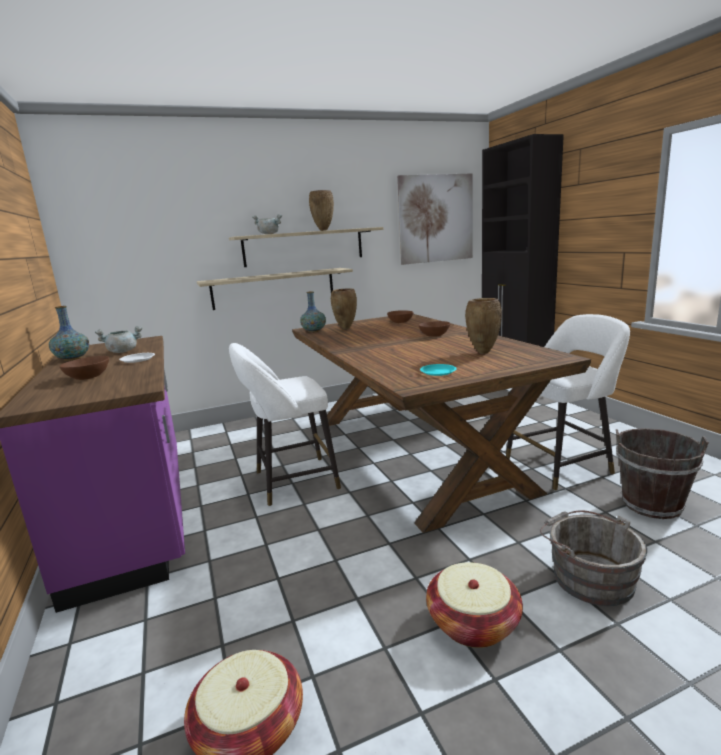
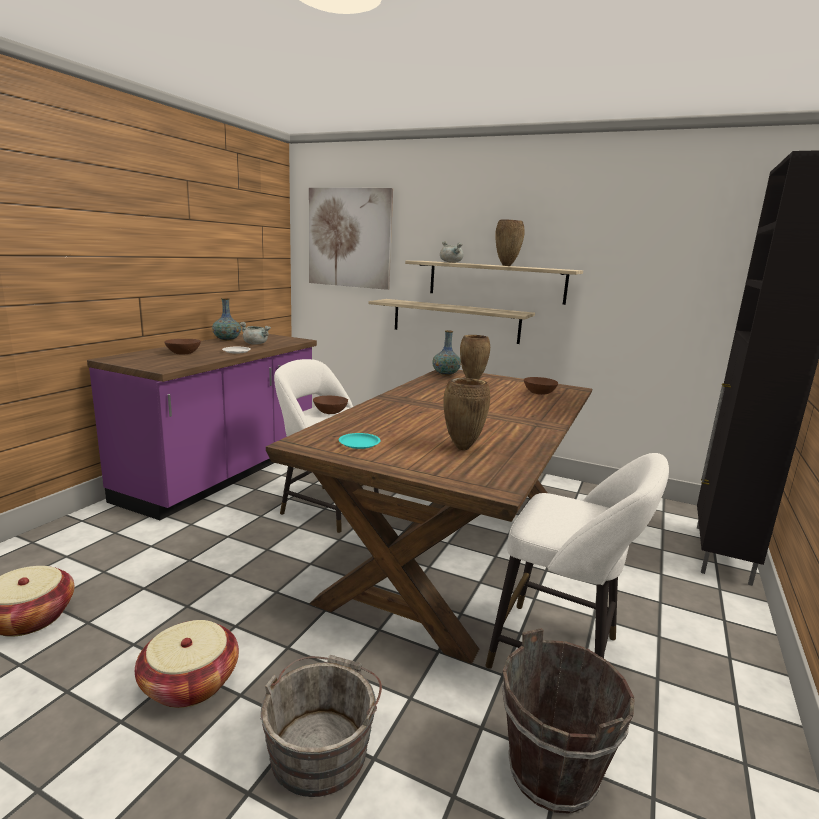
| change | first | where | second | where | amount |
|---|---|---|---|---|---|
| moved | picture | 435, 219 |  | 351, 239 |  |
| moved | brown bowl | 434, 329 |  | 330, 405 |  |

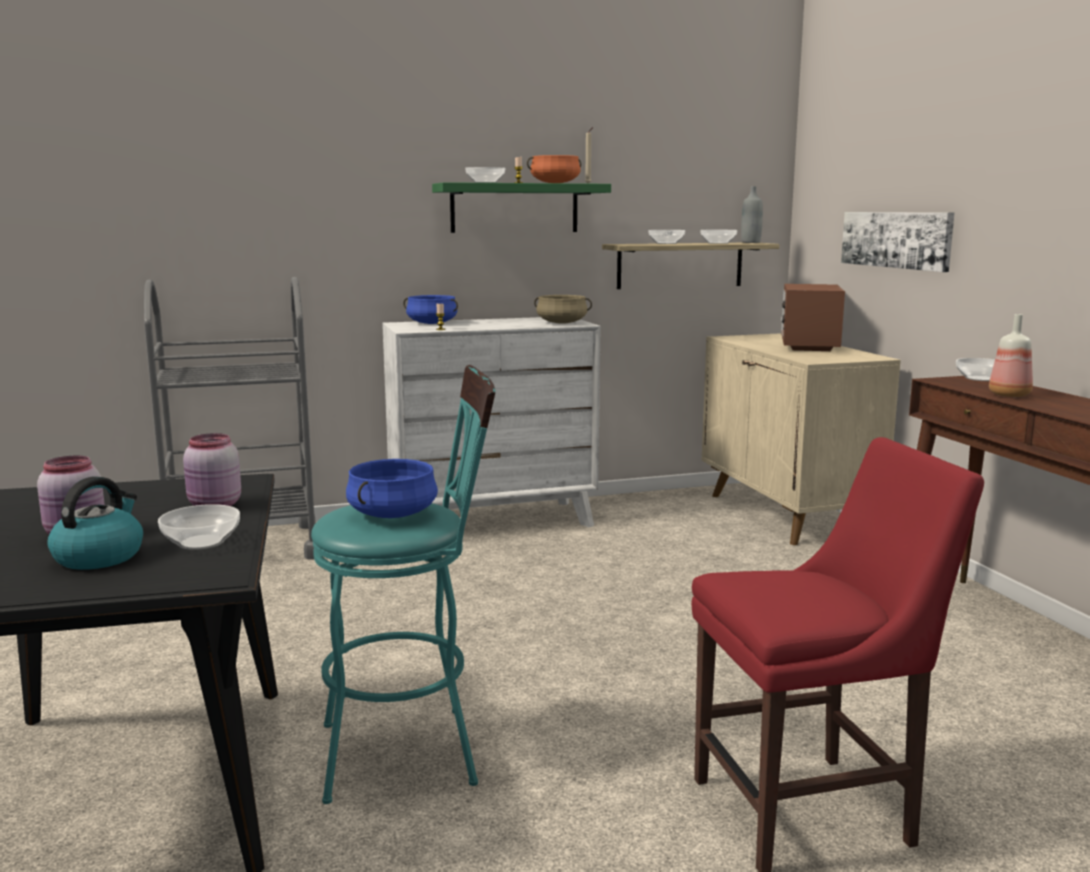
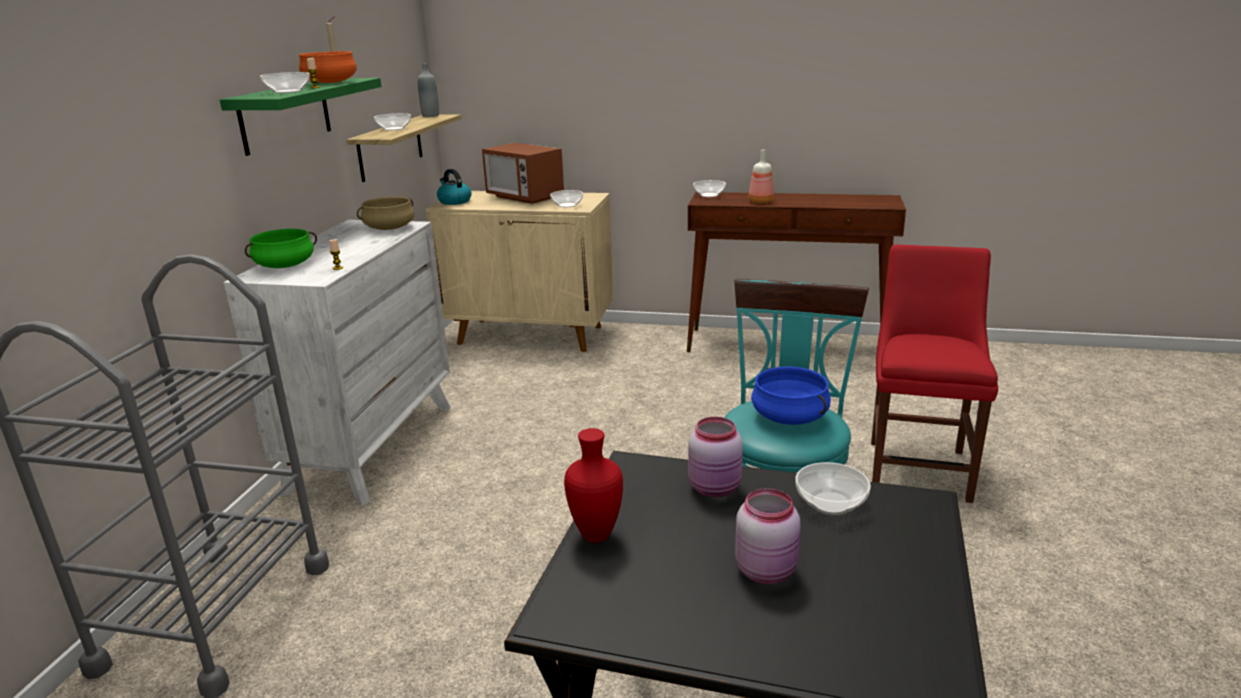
| change | first | where | second | where | amount |
|---|---|---|---|---|---|
| recoloured | blue cooking pot | 430, 309 | green cooking pot | 281, 248 |  |
| moved | kettle | 95, 523 |  | 454, 187 |  |
| moved | bowl | 718, 237 |  | 566, 198 |  |
| added |  |  | red vase | 593, 485 |  |
| removed | picture | 898, 242 |  |  |  |

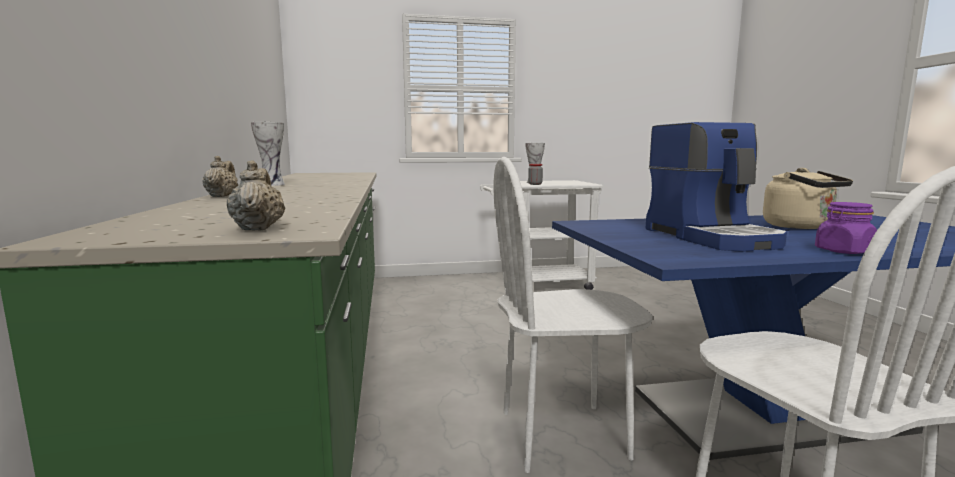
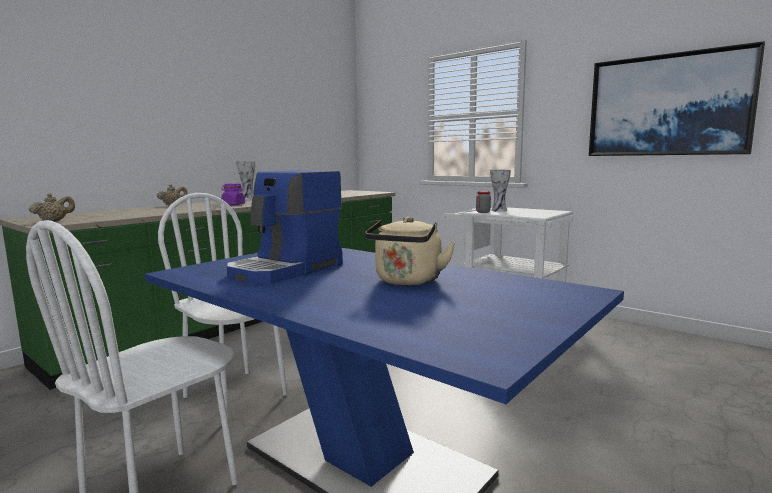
| change | first | where | second | where | amount |
|---|---|---|---|---|---|
| moved | purple jar | 846, 228 |  | 233, 194 |  |
| added |  |  | picture | 677, 98 |  |

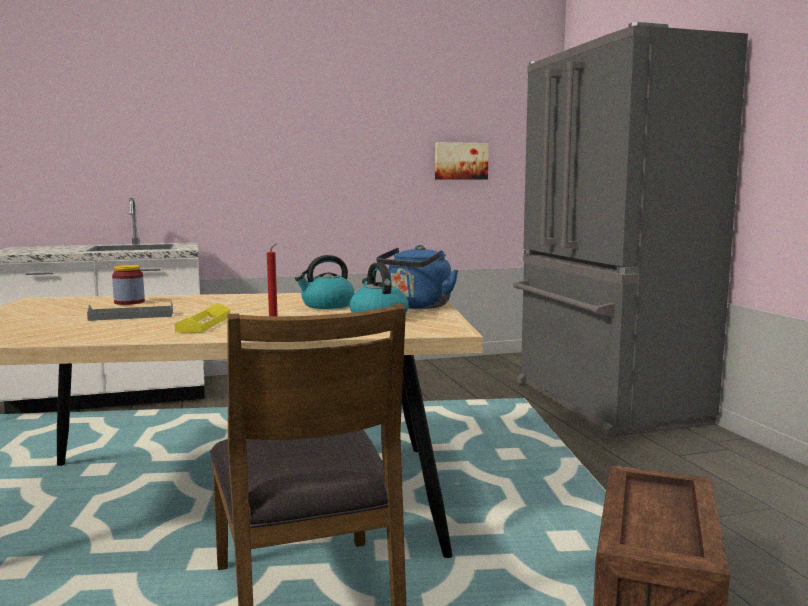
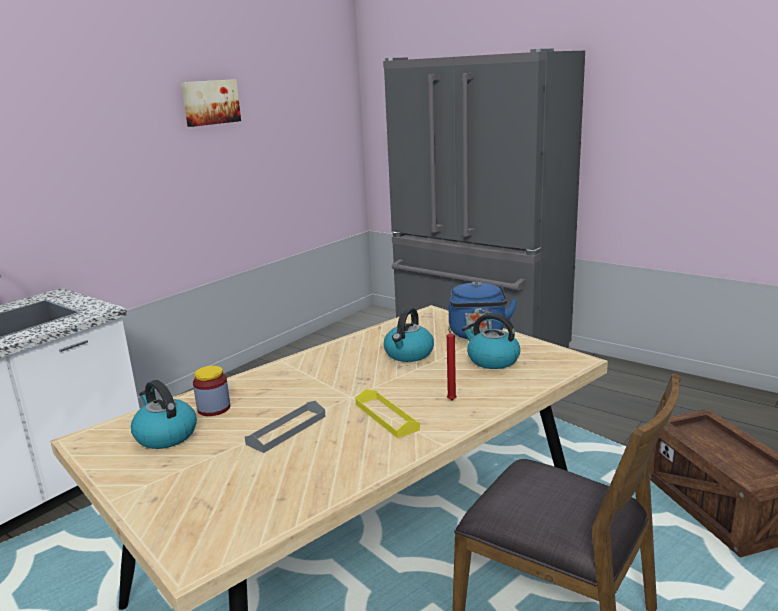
| change | first | where | second | where | amount |
|---|---|---|---|---|---|
| added |  |  | kettle | 164, 414 |  |
| moved | picture | 462, 161 |  | 211, 103 |  |

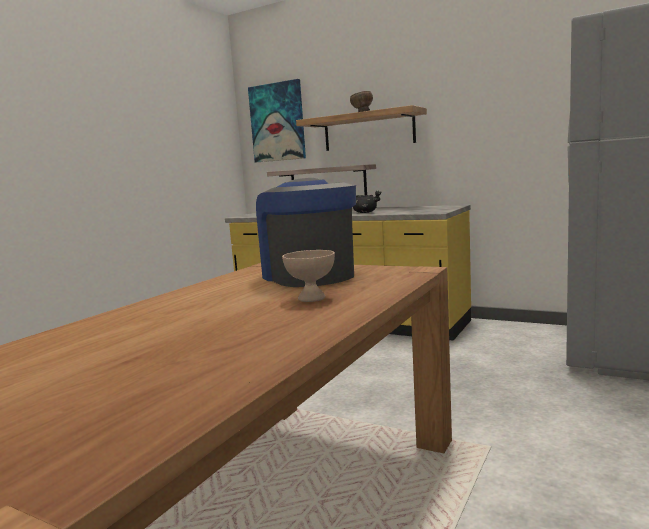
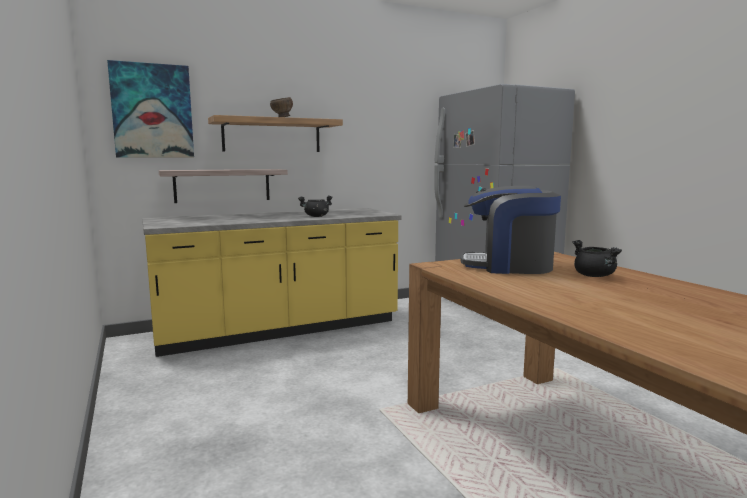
| change | first | where | second | where | amount |
|---|---|---|---|---|---|
| replaced | beige bowl | 308, 276 | black cooking pot | 597, 258 |  |

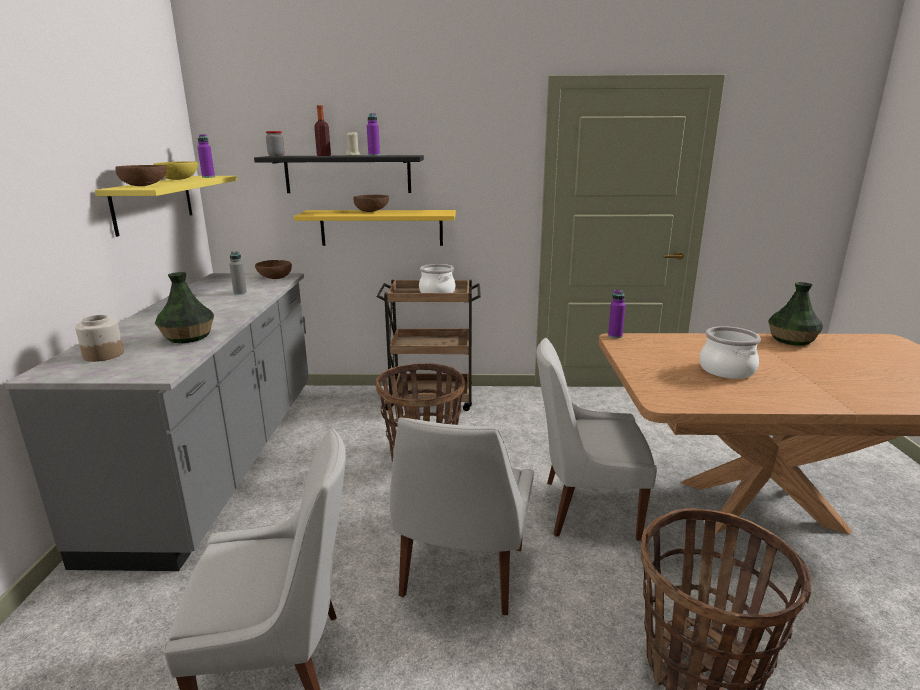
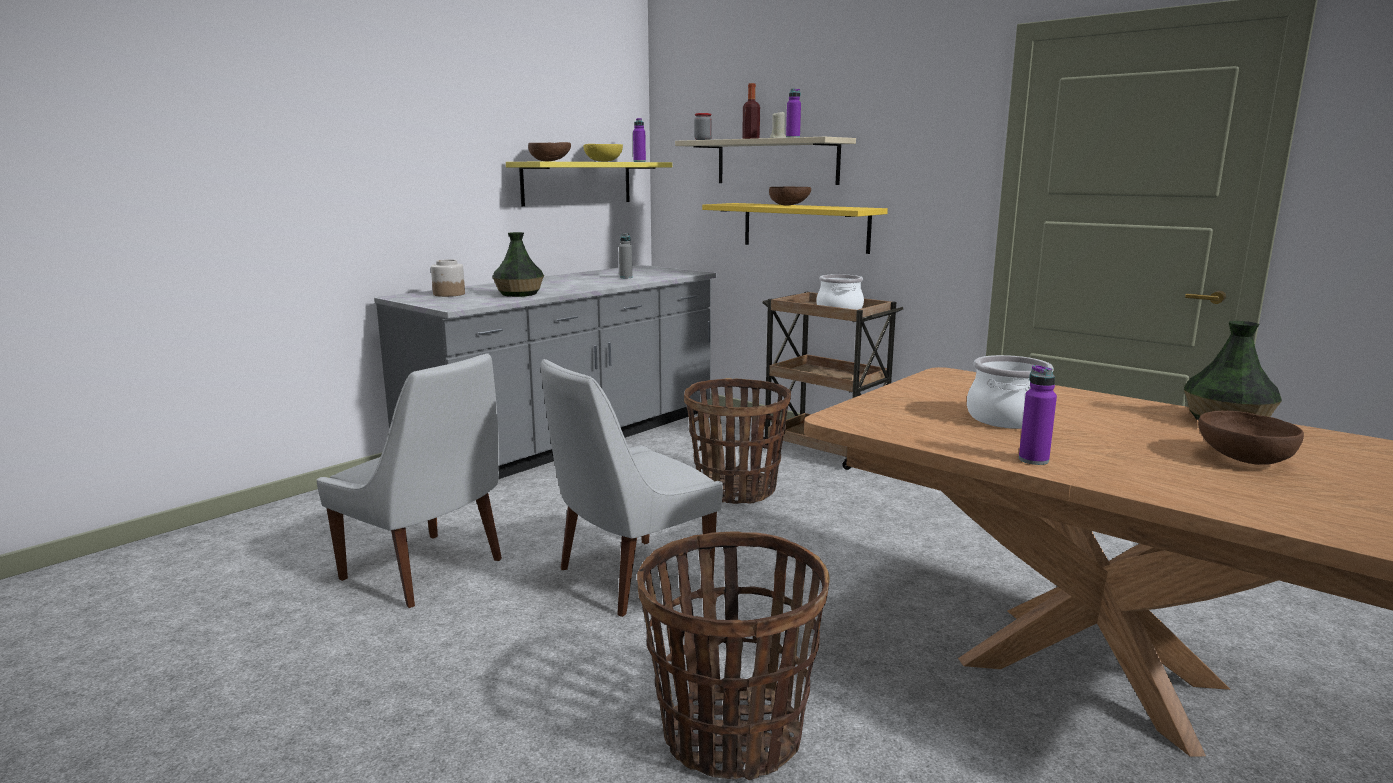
| change | first | where | second | where | amount |
|---|---|---|---|---|---|
| recoloured | black shelf | 339, 174 | beige shelf | 765, 161 |  |
| moved | purple bottle | 617, 314 |  | 1038, 415 |  |
| moved | brown bowl | 273, 269 |  | 1251, 438 |  |
| removed | white chair | 596, 439 |  |  |  |

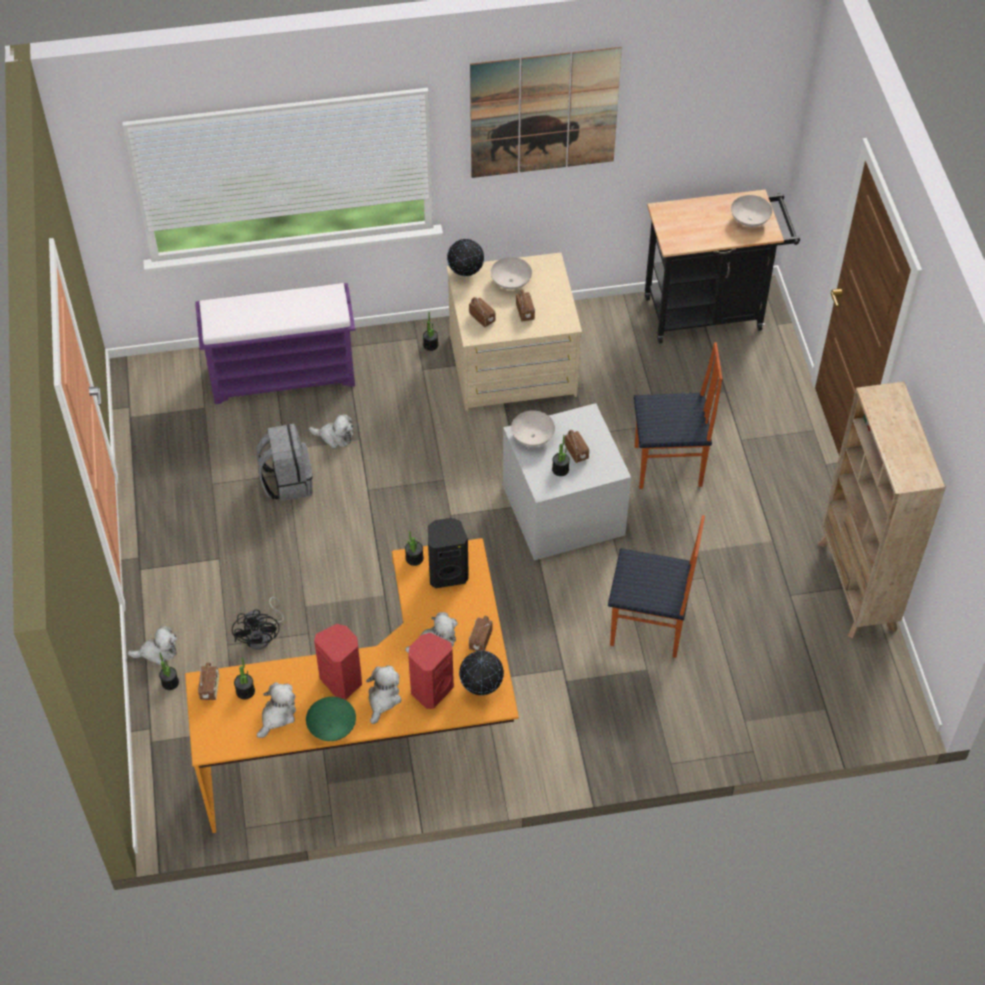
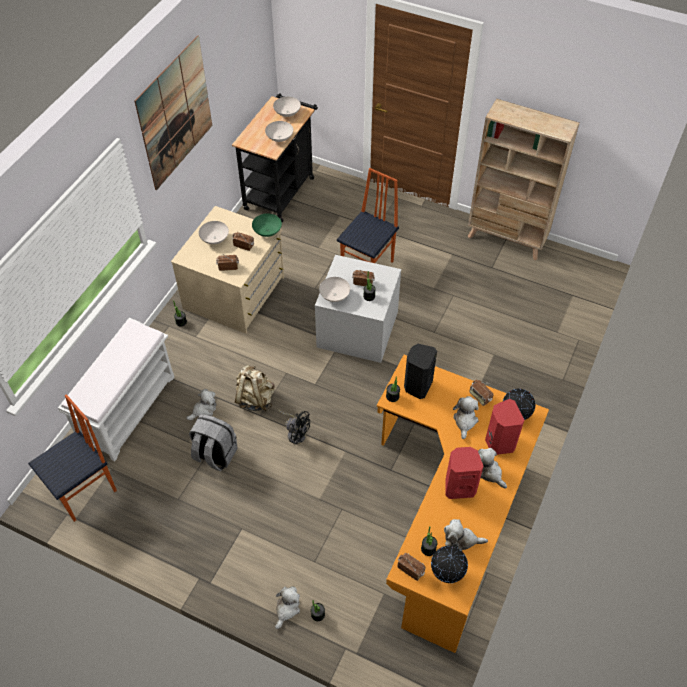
| change | first | where | second | where | amount |
|---|---|---|---|---|---|
| moved | chair | 656, 586 |  | 72, 458 |  |
| recoloured | purple bench | 275, 343 | white bench | 116, 390 |  |
| added |  |  | beige backpack | 254, 388 |  |
| moved | green bowl | 331, 719 |  | 267, 225 |  |
| added |  |  | white bowl | 279, 131 |  |
| moved | black fan | 258, 623 |  | 294, 427 |  |
| moved | globe | 465, 257 |  | 449, 564 |  |
| turned | plush toy | 276, 710 |  | 466, 535 | 60 degrees counterclockwise |

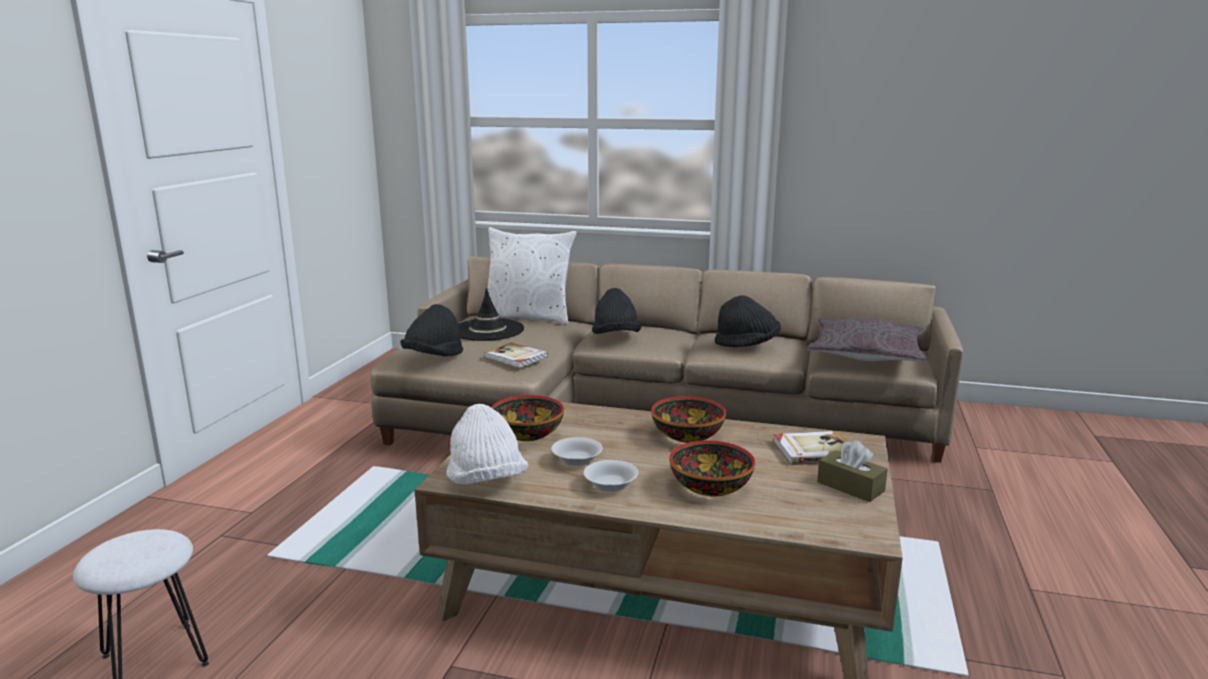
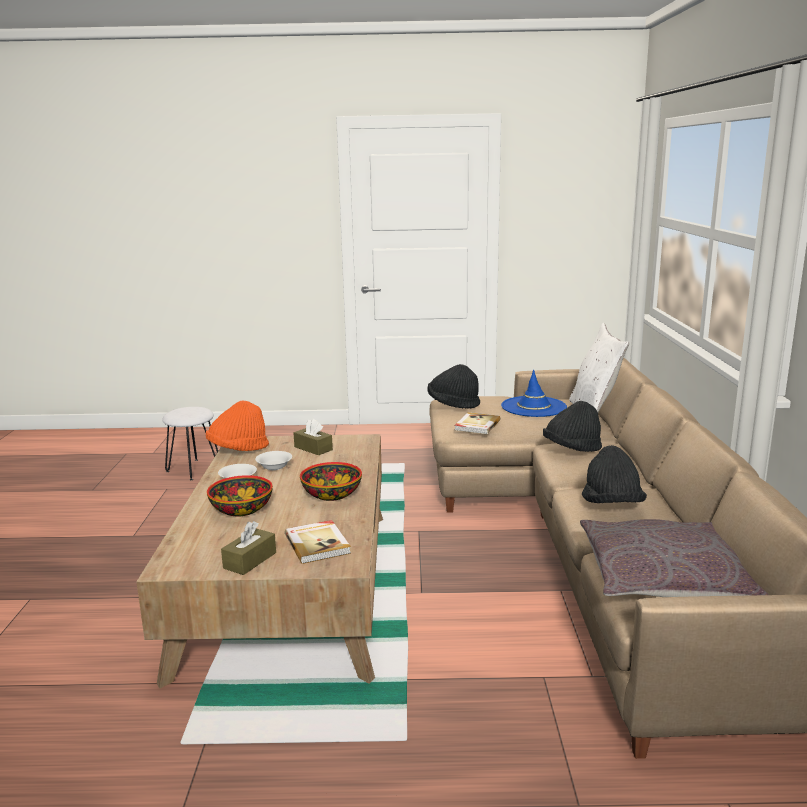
| change | first | where | second | where | amount |
|---|---|---|---|---|---|
| recoloured | white hat | 487, 444 | orange hat | 237, 425 |  |
| replaced | bowl | 527, 418 | brown tissue box | 313, 437 |  |
| recoloured | black hat | 491, 314 | blue hat | 534, 393 |  |

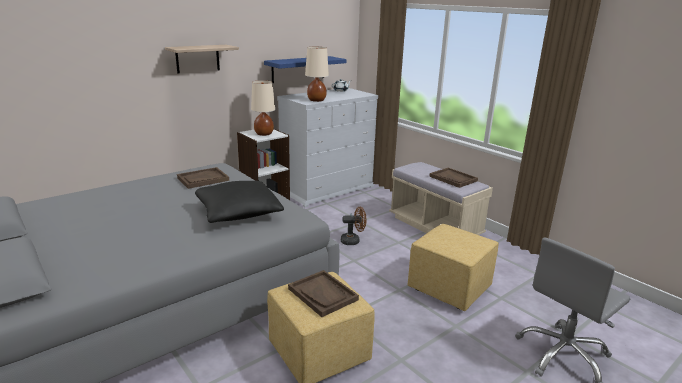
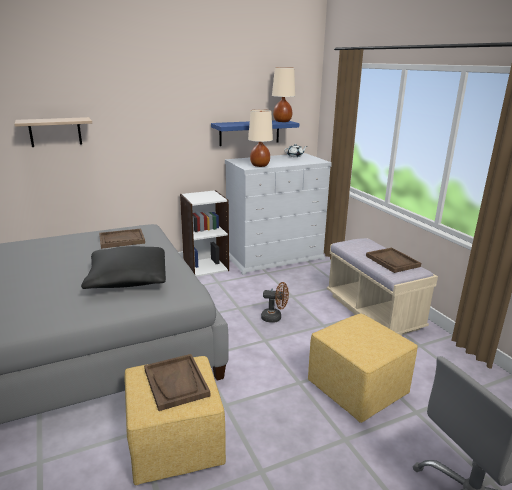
| change | first | where | second | where | amount |
|---|---|---|---|---|---|
| moved | shelf | 202, 59 |  | 53, 132 |  |
| moved | beige table lamp | 263, 108 |  | 283, 94 |  |

